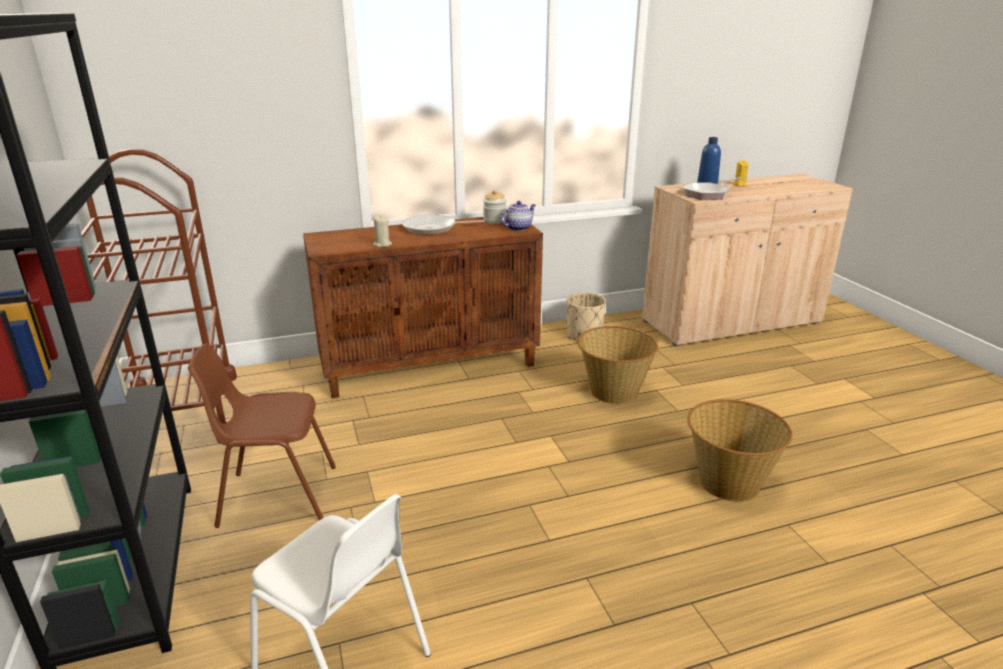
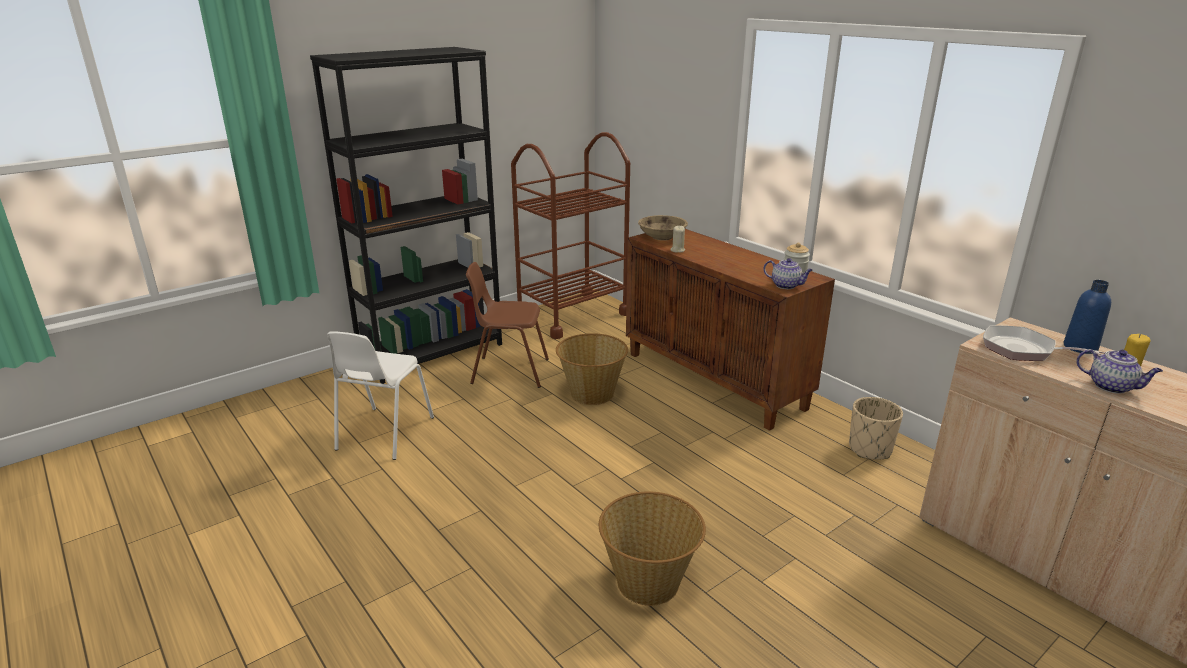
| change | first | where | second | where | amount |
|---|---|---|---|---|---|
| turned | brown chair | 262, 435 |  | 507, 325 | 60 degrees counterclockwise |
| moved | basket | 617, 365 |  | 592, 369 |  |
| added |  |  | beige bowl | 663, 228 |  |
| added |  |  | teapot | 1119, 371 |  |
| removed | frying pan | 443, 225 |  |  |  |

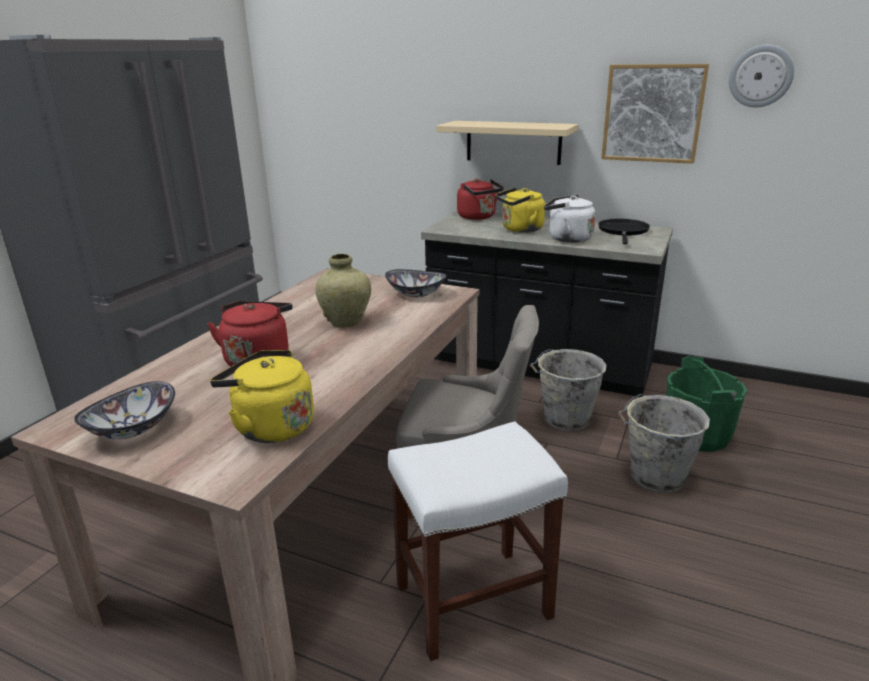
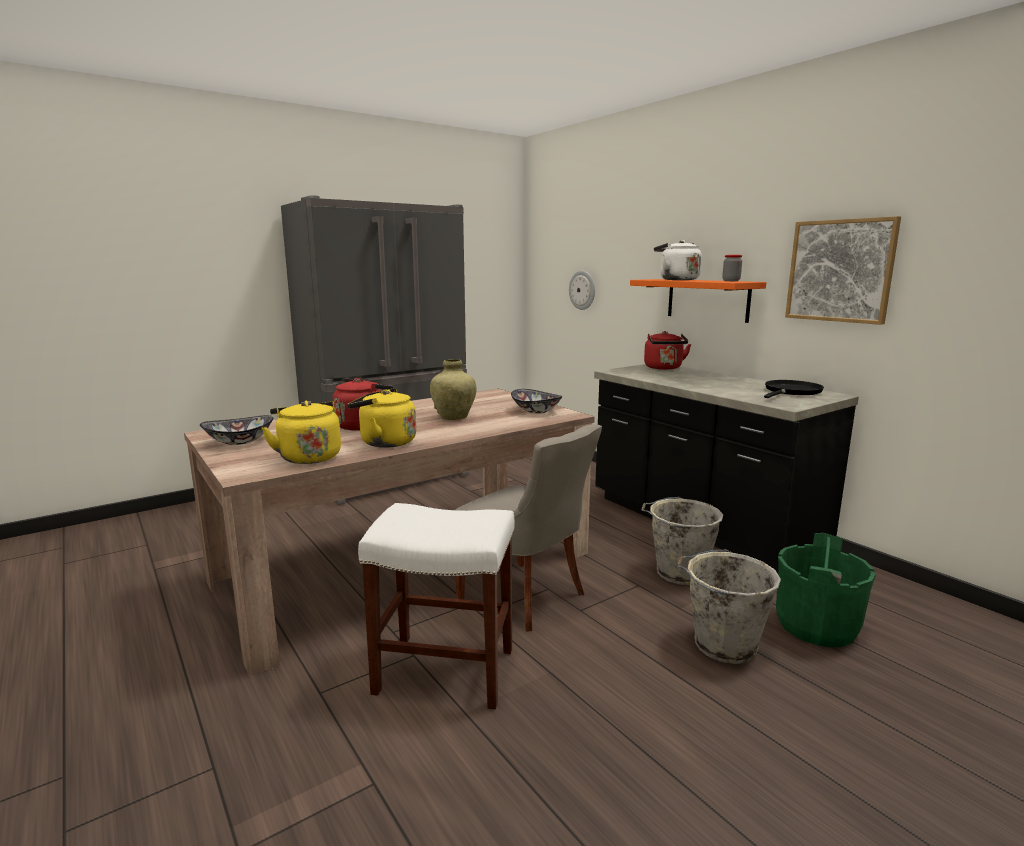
| change | first | where | second | where | amount |
|---|---|---|---|---|---|
| moved | yellow kettle | 520, 210 |  | 381, 418 |  |
| moved | wall clock | 761, 75 |  | 582, 290 |  |
| recoloured | beige shelf | 507, 143 | orange shelf | 698, 301 |  |
| moved | white kettle | 569, 219 |  | 678, 260 |  |
| added |  |  | jar | 732, 268 |  |

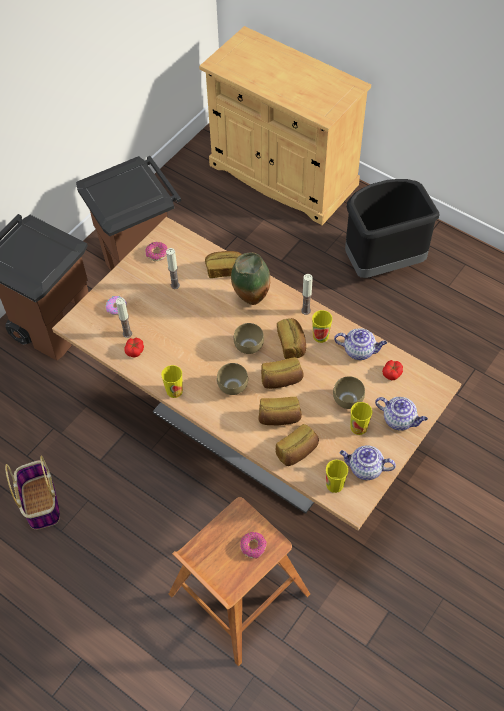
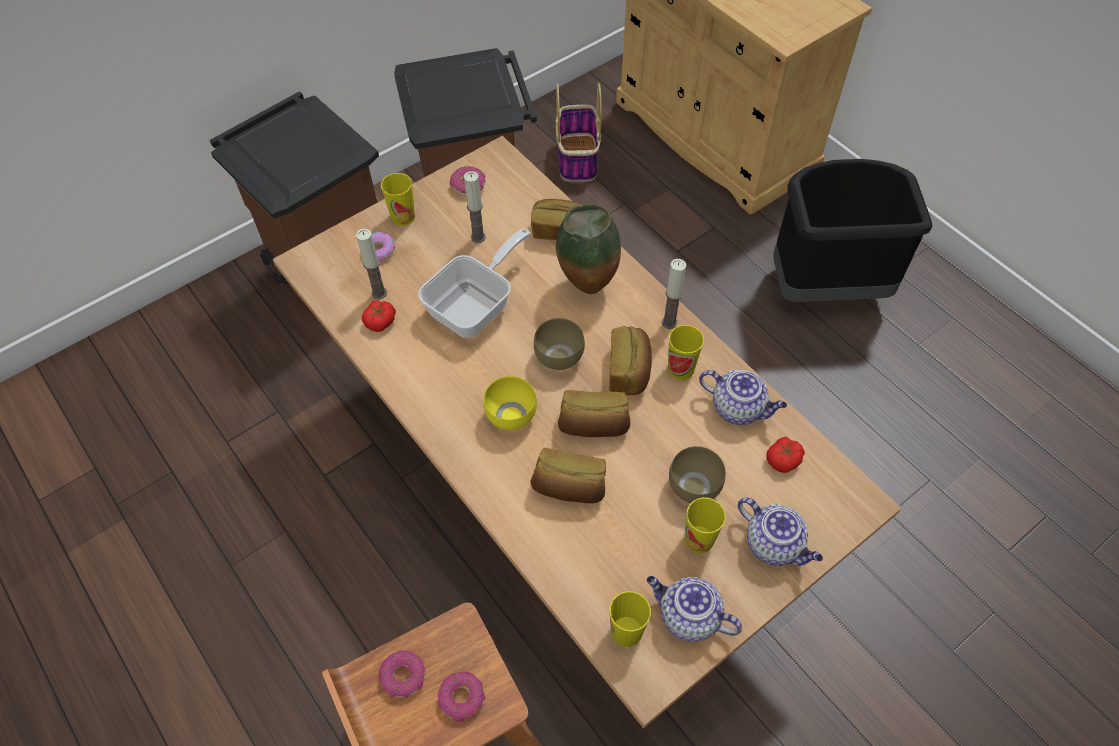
| change | first | where | second | where | amount |
|---|---|---|---|---|---|
| added |  |  | donut | 402, 674 |  |
| moved | cup | 172, 381 |  | 398, 199 |  |
| added |  |  | frying pan | 474, 283 |  |
| recoloured | brown bowl | 232, 379 | yellow bowl | 510, 403 |  |
| moved | basket | 32, 493 |  | 579, 132 |  |
| removed | bread | 297, 445 |  |  |  |

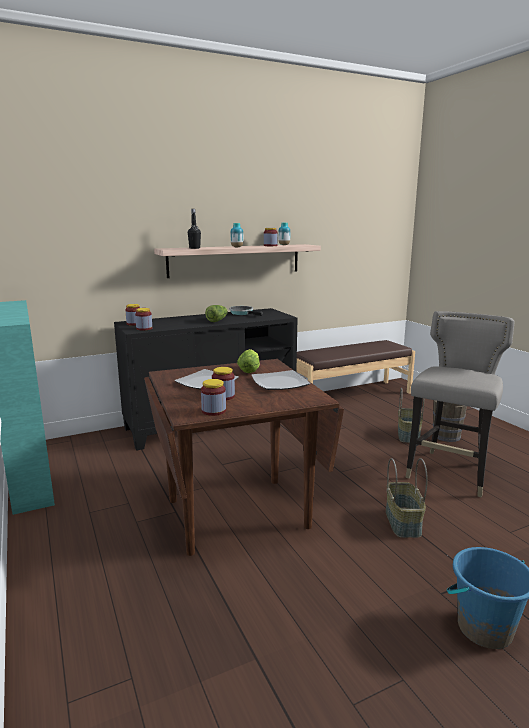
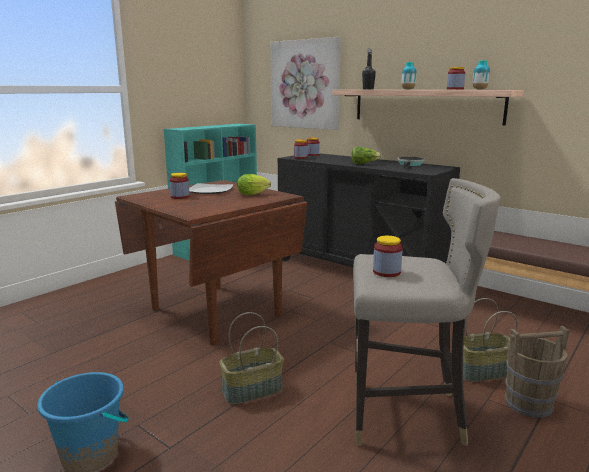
| change | first | where | second | where | amount |
|---|---|---|---|---|---|
| added |  |  | picture | 305, 83 |  |
| moved | jar | 213, 397 |  | 388, 256 |  |
| removed | plate | 281, 380 |  |  |  |

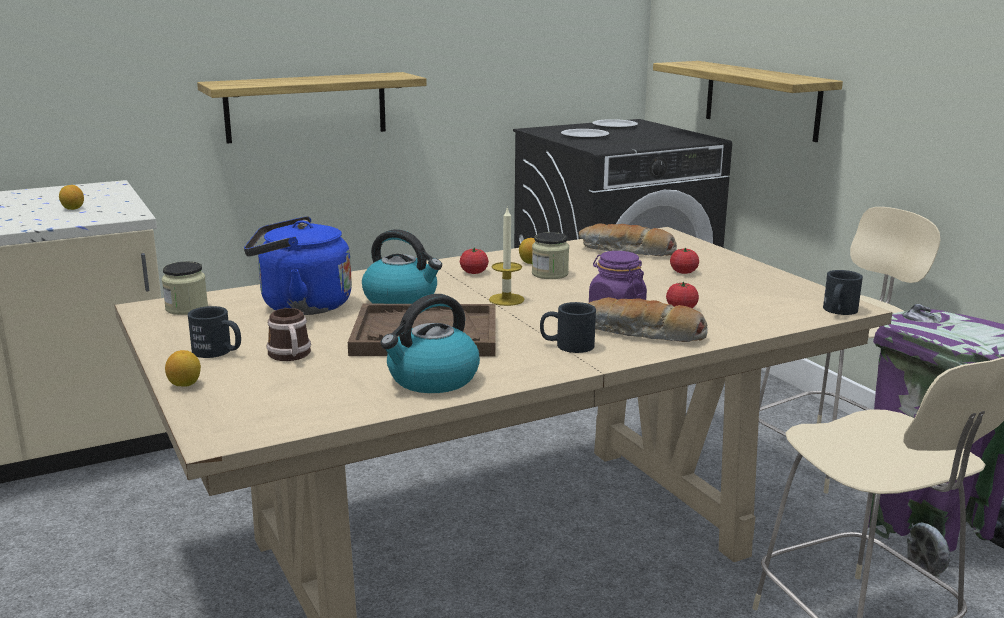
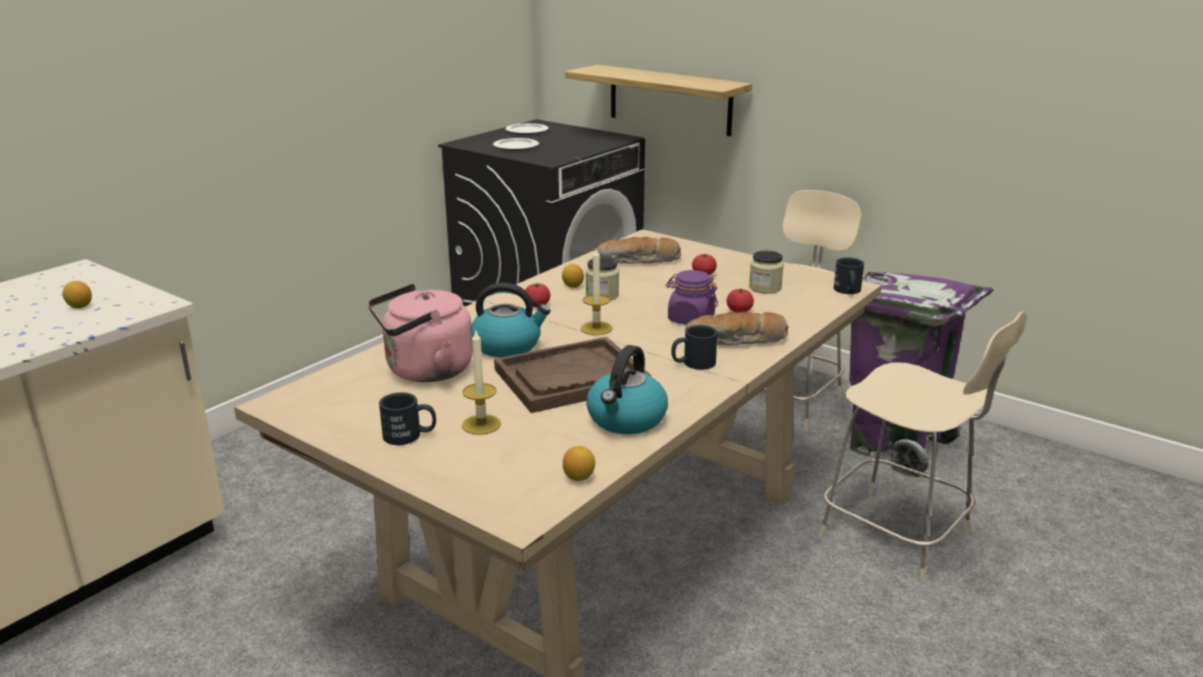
| change | first | where | second | where | amount |
|---|---|---|---|---|---|
| recoloured | blue kettle | 298, 265 | pink kettle | 420, 333 |  |
| replaced | mug | 289, 334 | candle | 481, 383 |  |
| moved | lemon | 183, 368 |  | 579, 463 |  |
| moved | jar | 185, 288 |  | 766, 272 |  |
| removed | shelf | 312, 107 |  |  |  |

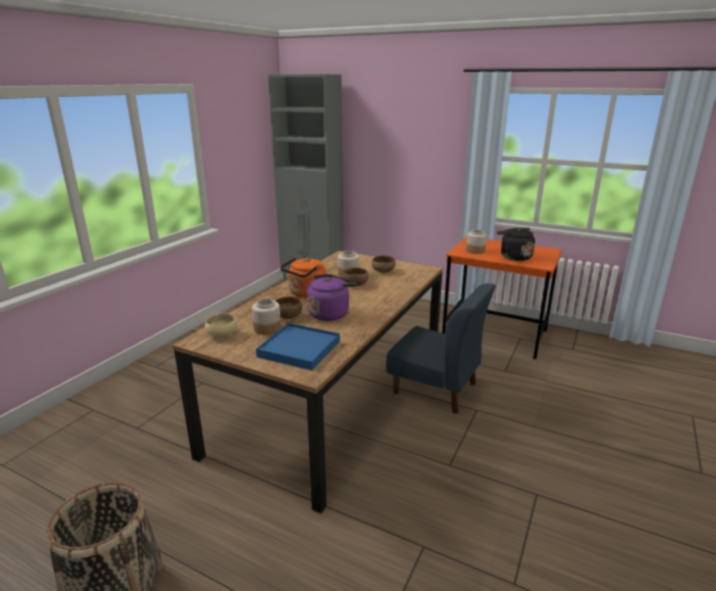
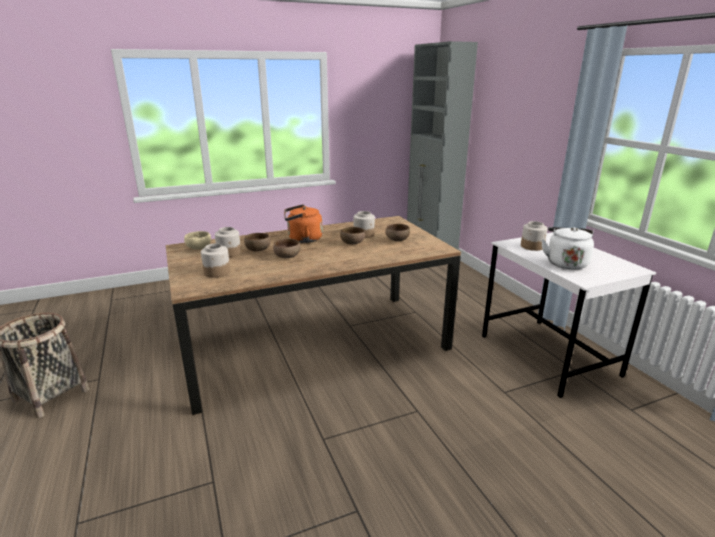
| change | first | where | second | where | amount |
|---|---|---|---|---|---|
| replaced | blue tray | 298, 346 | jar | 215, 260 |  |
| replaced | purple kettle | 331, 297 | brown bowl | 286, 248 |  |
| recoloured | orange desk | 502, 297 | white desk | 569, 315 |  |
| recoloured | black kettle | 516, 244 | white kettle | 567, 248 |  |
| removed | blue chair | 441, 348 |  |  |  |

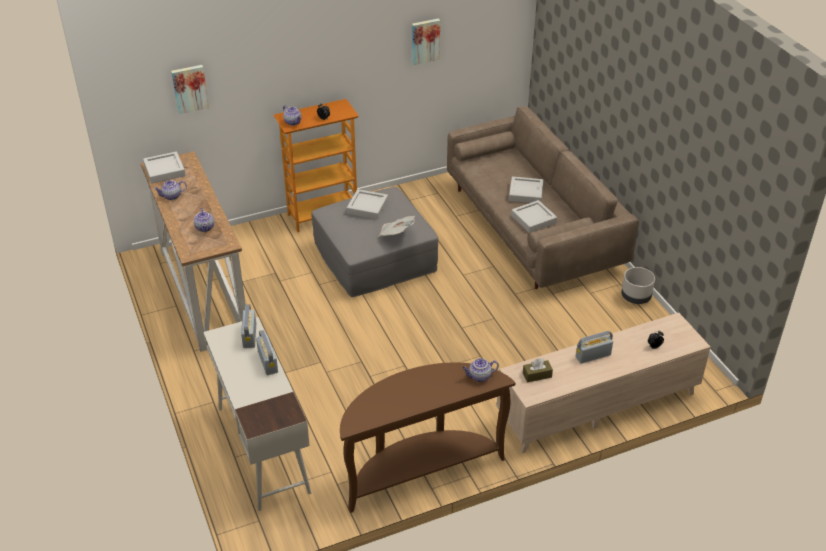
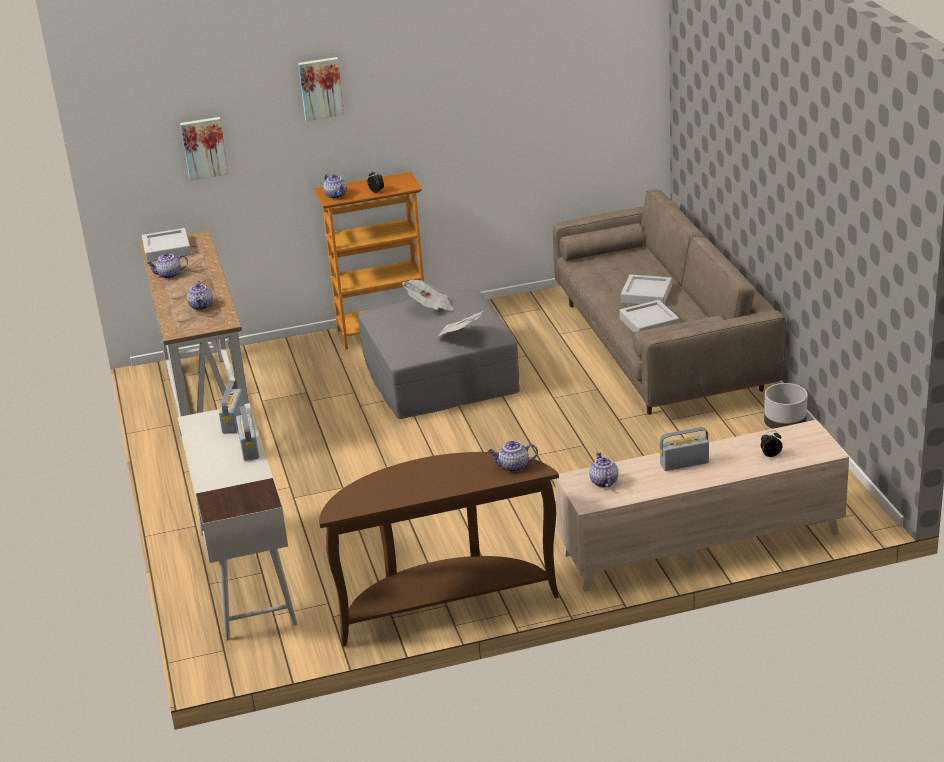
| change | first | where | second | where | amount |
|---|---|---|---|---|---|
| moved | picture | 426, 41 |  | 321, 89 |  |
| replaced | grey tray | 367, 204 | newspaper | 428, 295 |  |
| replaced | brown tissue box | 538, 370 | teapot | 603, 470 |  |

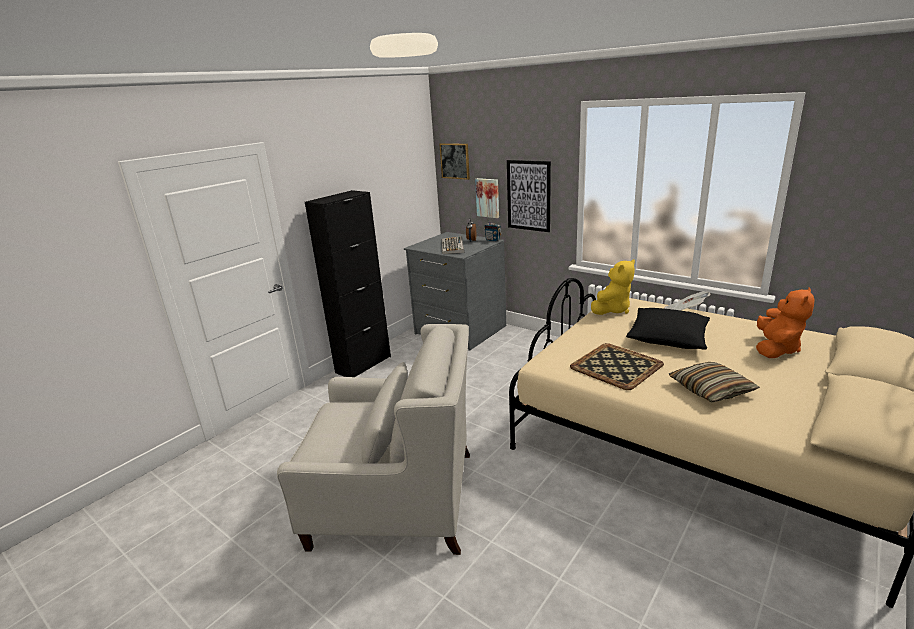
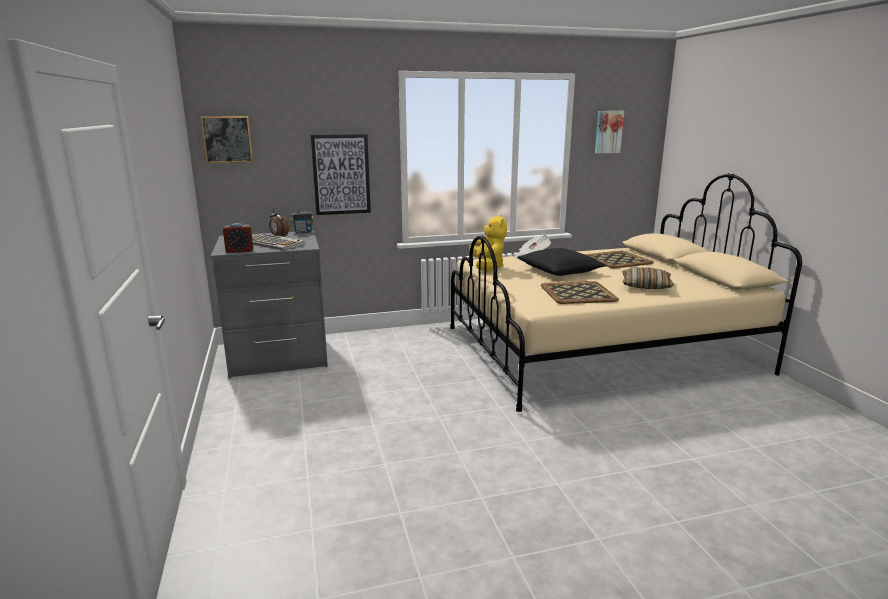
| change | first | where | second | where | amount |
|---|---|---|---|---|---|
| added |  |  | alarm clock | 238, 238 |  |
| replaced | orange plush toy | 785, 322 | tray | 619, 259 |  |
| moved | picture | 487, 198 |  | 609, 132 |  |
| removed | white armchair | 373, 439 |  |  |  |
| removed | black cabinet | 348, 283 |  |  |  |

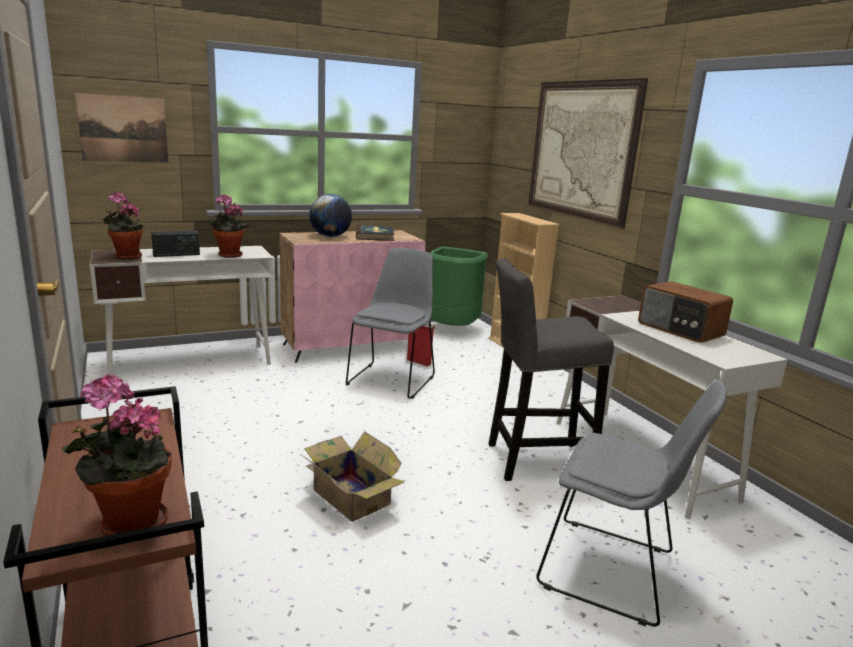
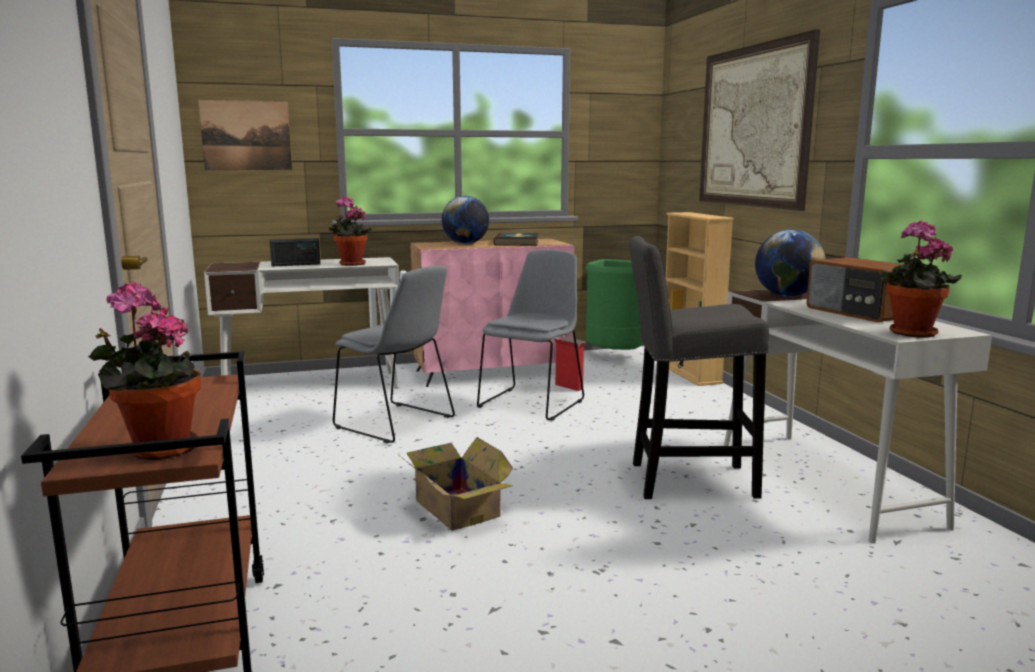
| change | first | where | second | where | amount |
|---|---|---|---|---|---|
| moved | grey chair | 631, 503 |  | 394, 354 |  |
| added |  |  | globe | 790, 263 |  |
| moved | potted plant | 123, 225 |  | 921, 279 |  |

